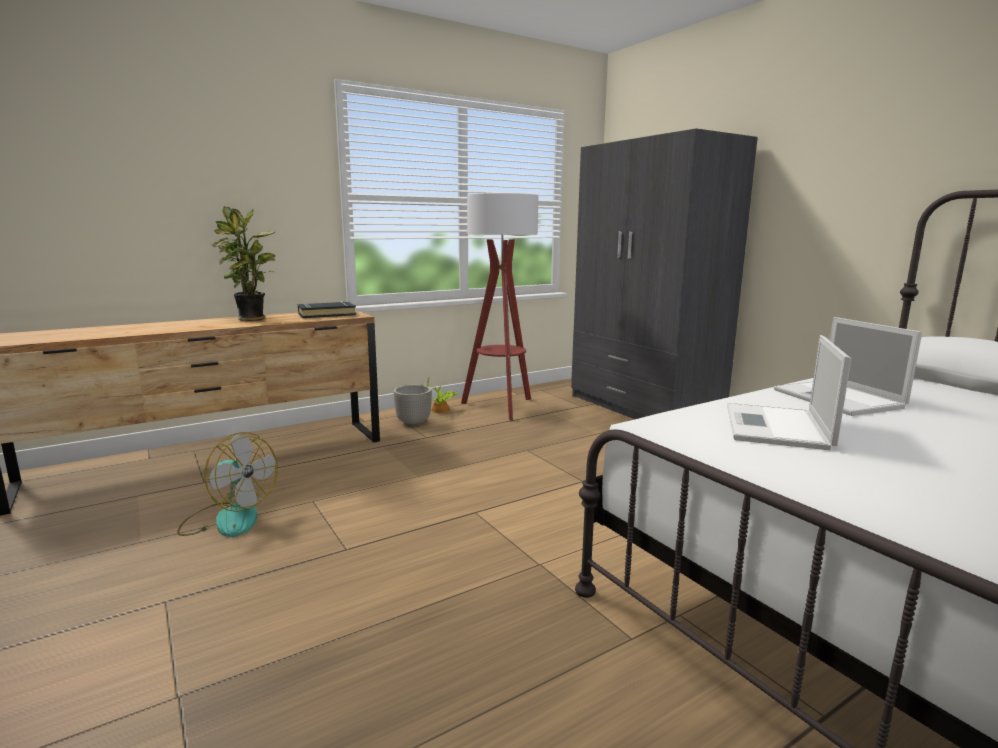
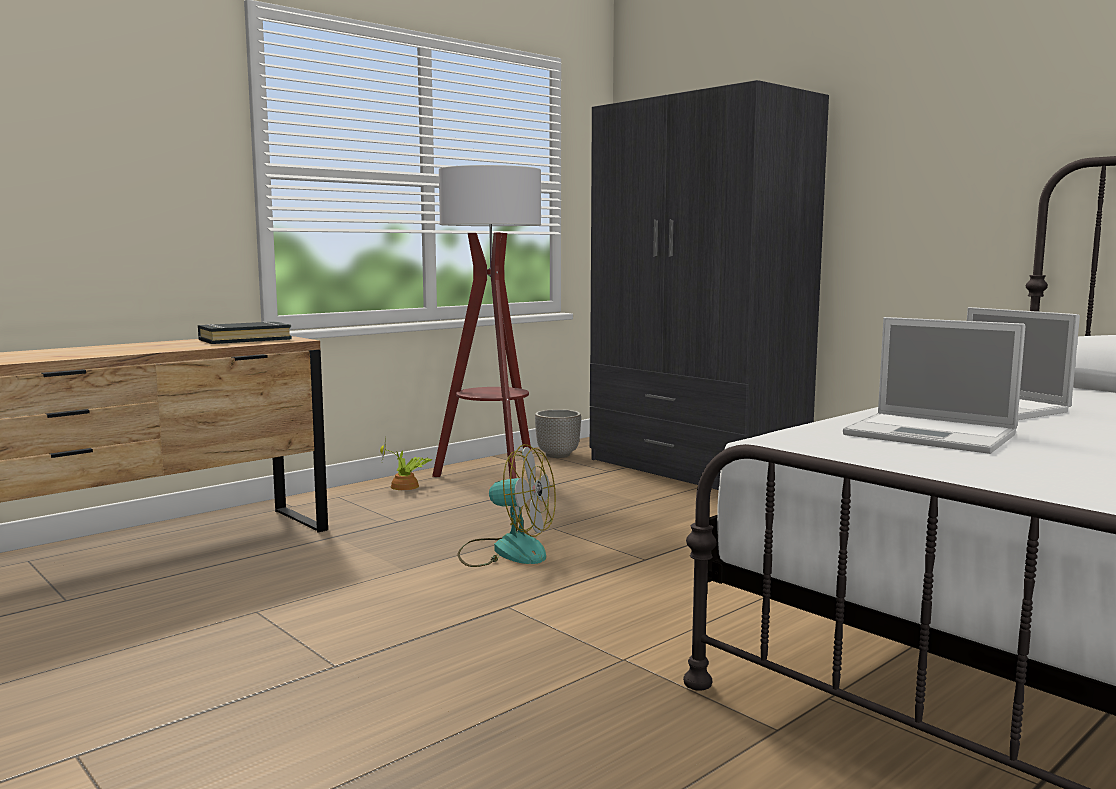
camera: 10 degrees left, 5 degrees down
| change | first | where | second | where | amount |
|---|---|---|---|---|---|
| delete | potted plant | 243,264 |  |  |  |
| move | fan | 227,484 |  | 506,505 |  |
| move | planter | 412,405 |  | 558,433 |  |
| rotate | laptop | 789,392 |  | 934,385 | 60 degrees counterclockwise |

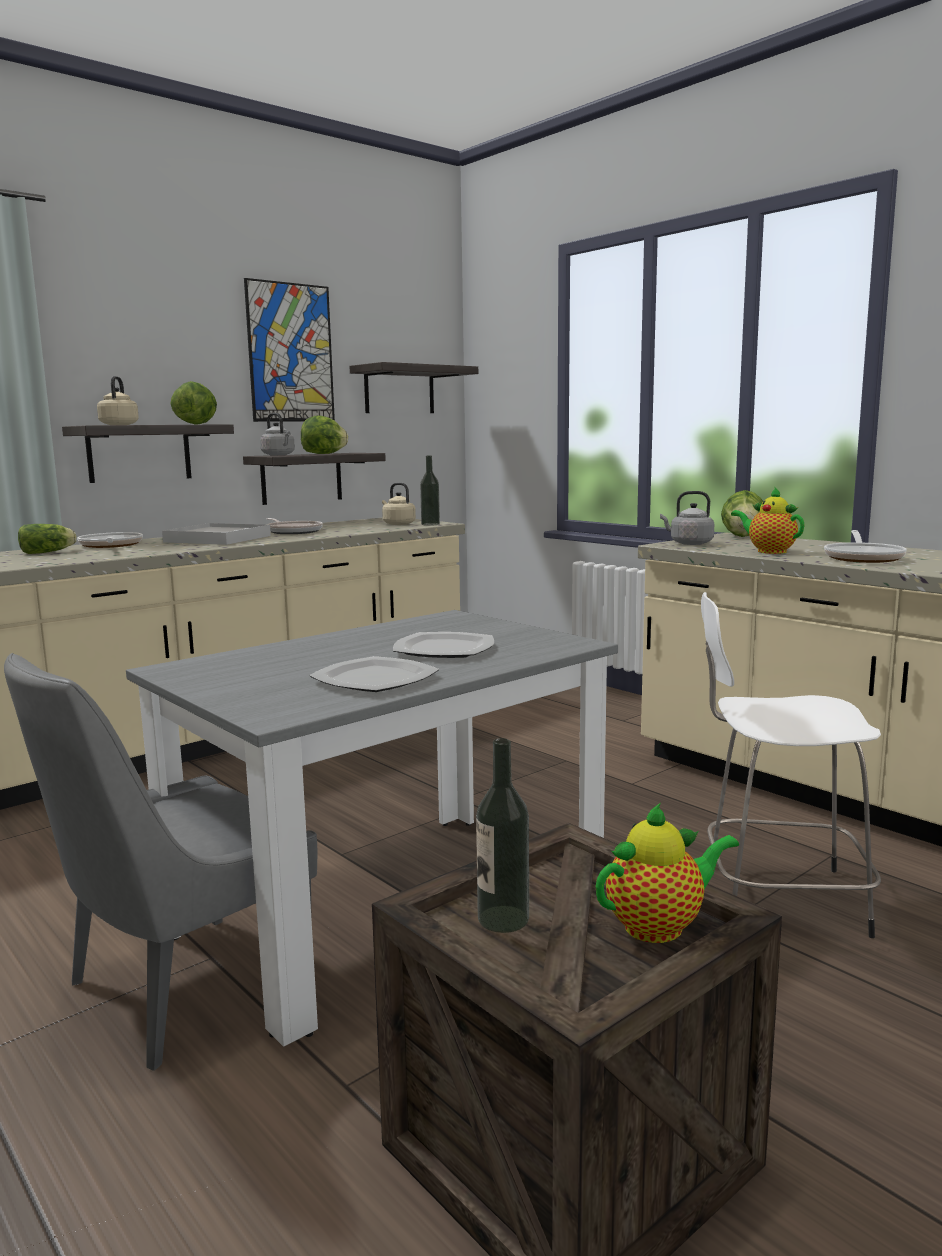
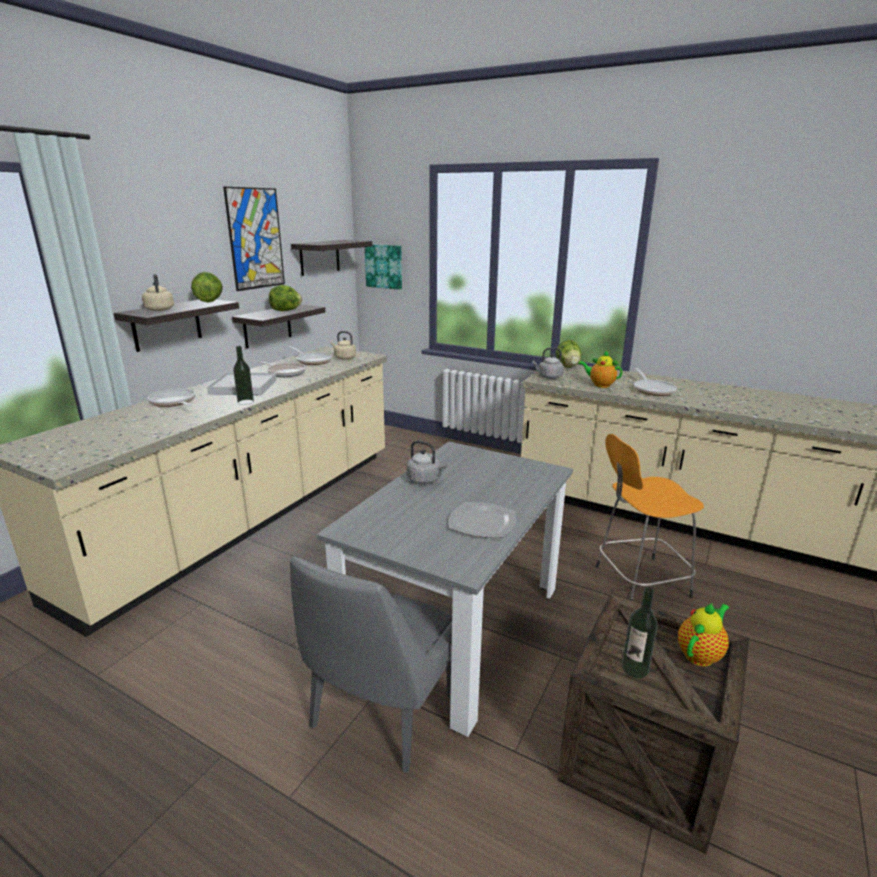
camera: 20 degrees left, 10 degrees up
| change | first | where | second | where | amount |
|---|---|---|---|---|---|
| delete | lettuce | 47,539 |  |  |  |
| delete | plate | 443,645 |  |  |  |
| insert |  |  | frying pan | 310,355 |  |
| insert |  |  | picture | 383,267 |  |
| move | grey kettle | 277,434 |  | 426,462 |  |
| move | bottle | 430,491 |  | 243,375 |  |
| recolor | white stool | 791,765 | orange stool | 650,517 |  |

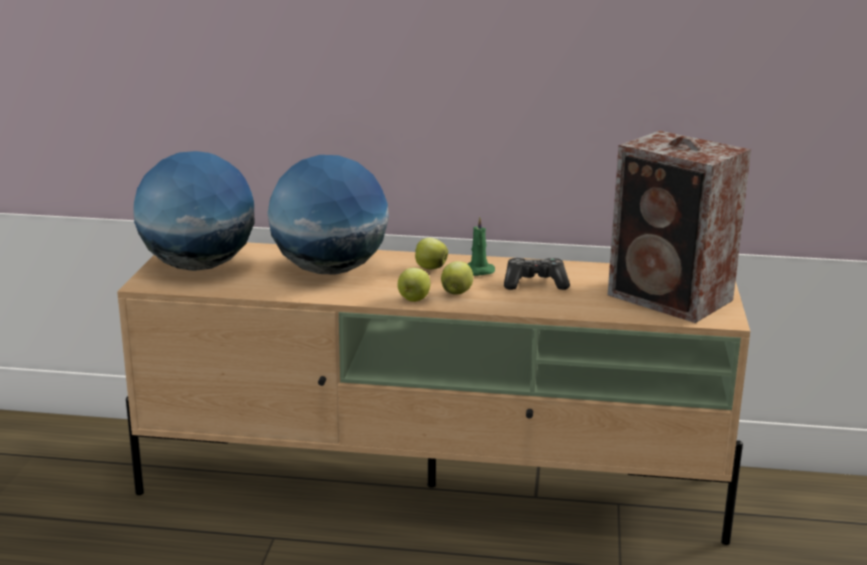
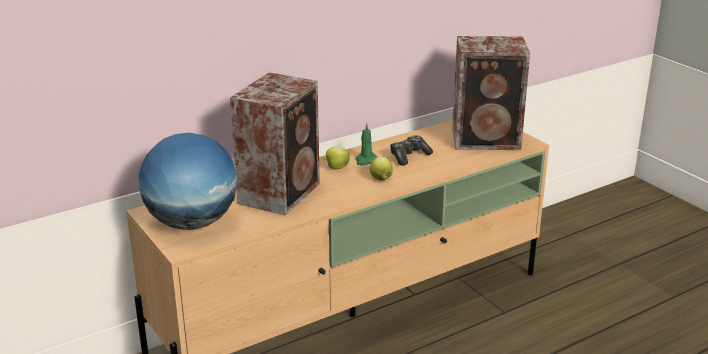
camera: 40 degrees left, 5 degrees up
| change | first | where | second | where | amount |
|---|---|---|---|---|---|
| delete | apple | 414,285 |  |  |  |
| replace | globe | 328,215 | speaker | 275,143 |  |

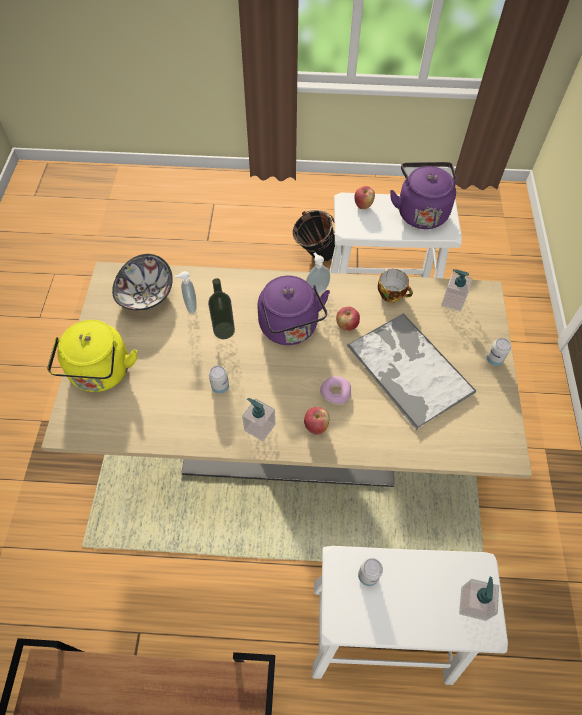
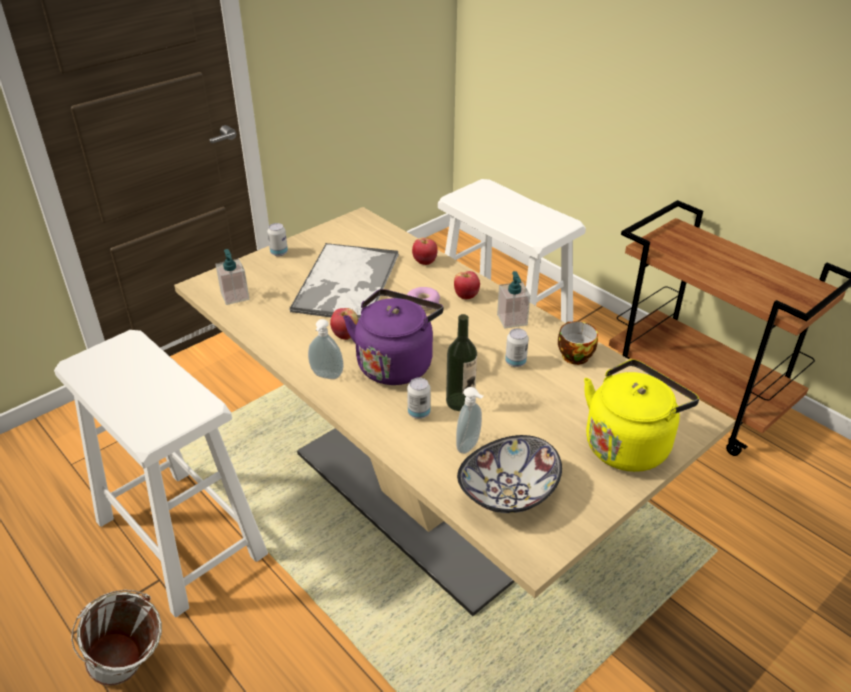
camera: 135 degrees left, 20 degrees down
| change | first | where | second | where | amount |
|---|---|---|---|---|---|
| delete | purple kettle | 423,195 |  |  |  |
| delete | soap dispenser | 479,599 |  |  |  |
| move | apple | 364,197 |  | 425,251 |  |
| move | can | 370,572 |  | 419,398 |  |
| move | cup | 395,286 |  | 578,343 |  |
| recolor | black bucket | 314,236 | white bucket | 116,638 |  |

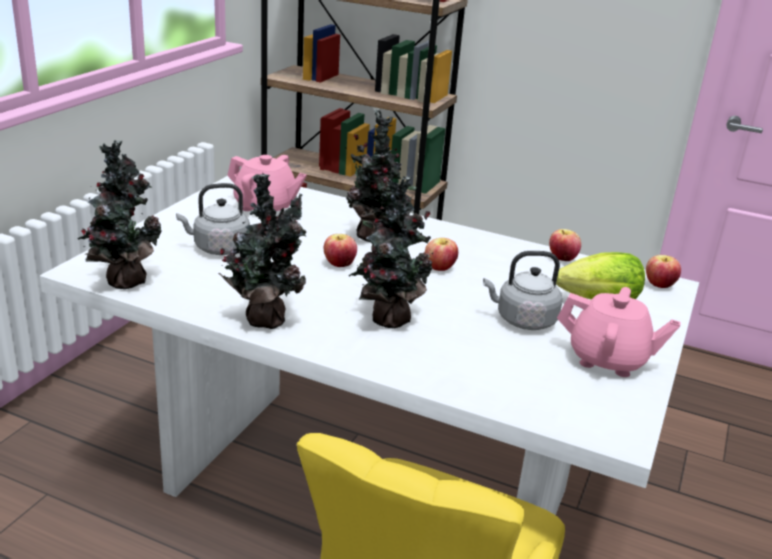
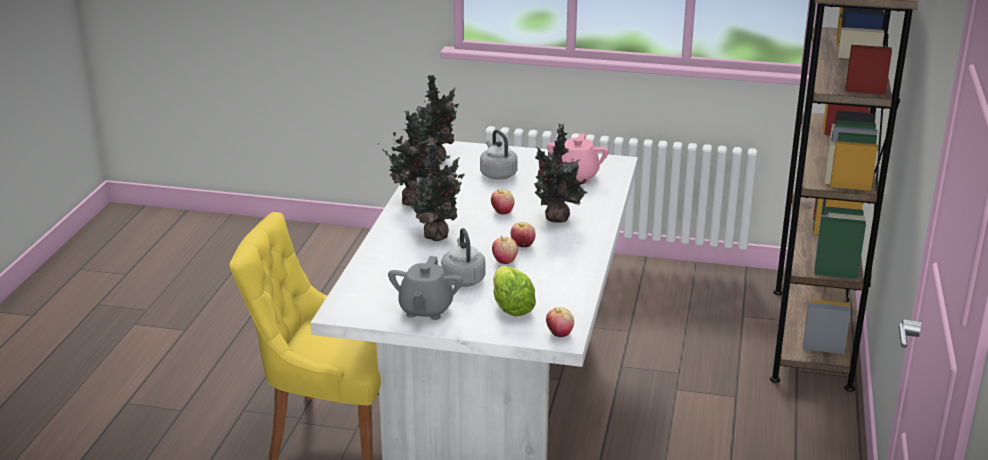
camera: 80 degrees right, 0 degrees up
| change | first | where | second | where | amount |
|---|---|---|---|---|---|
| move | apple | 565,245 |  | 505,250 |  |
| recolor | pink teapot | 619,332 | grey teapot | 425,288 |  |

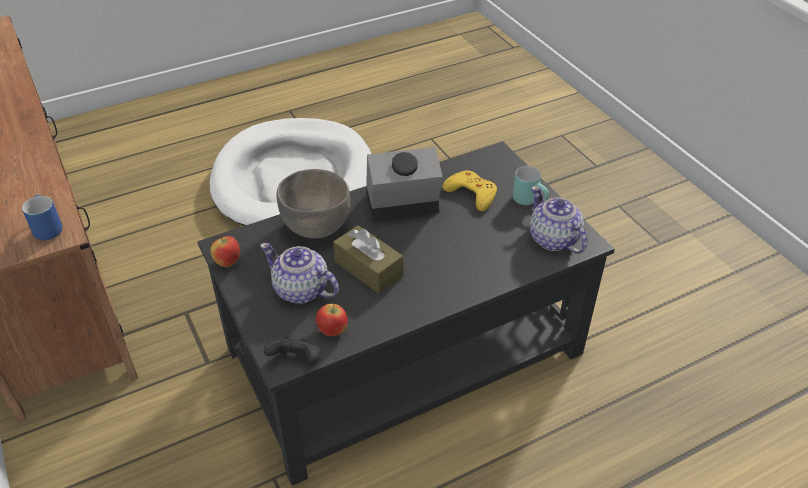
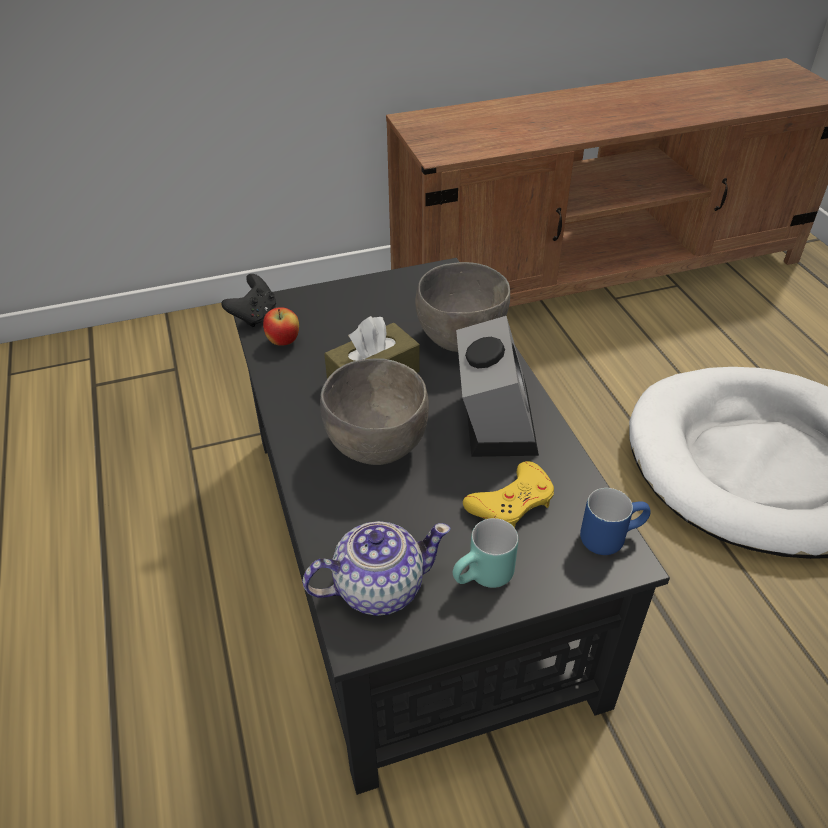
camera: 100 degrees right, 0 degrees up
| change | first | where | second | where | amount |
|---|---|---|---|---|---|
| delete | apple | 225,251 |  |  |  |
| delete | teapot | 299,273 |  |  |  |
| insert |  |  | grey bowl | 374,411 |  |
| move | blue mug | 42,217 |  | 615,521 |  |

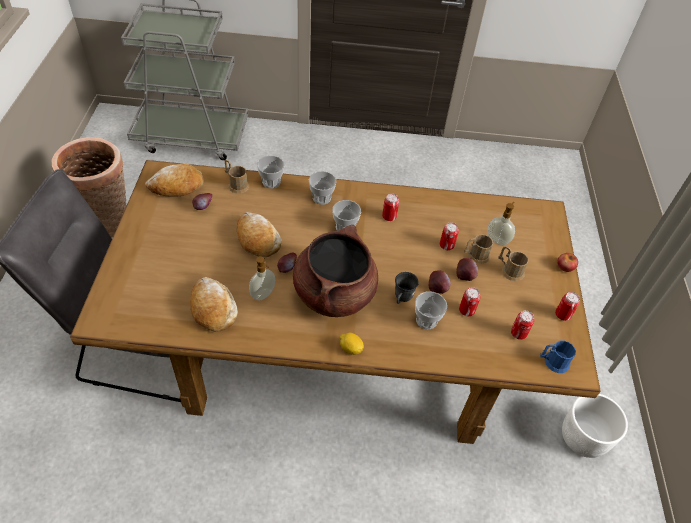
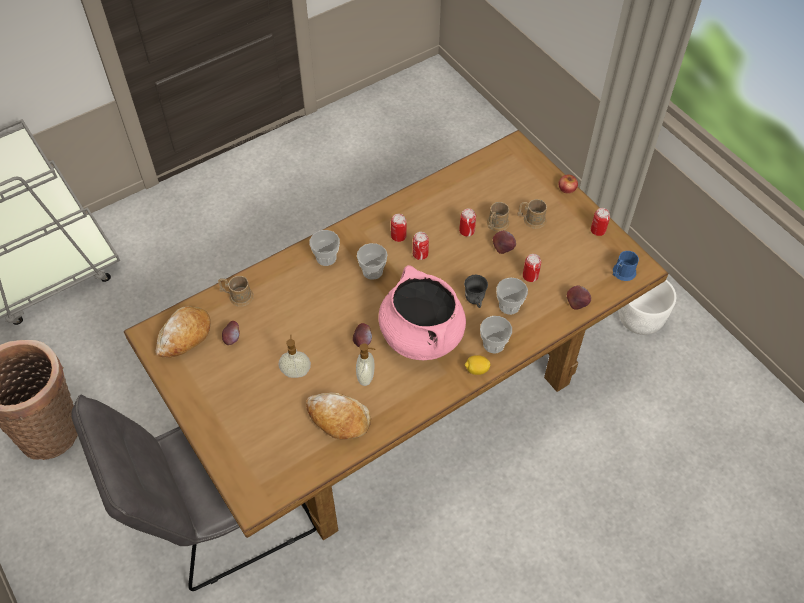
camera: 35 degrees left, 5 degrees up
| change | first | where | second | where | amount |
|---|---|---|---|---|---|
| delete | bread | 259,234 |  |  |  |
| move | cup | 271,172 |  | 496,335 |  |
| move | apple | 440,282 |  | 579,297 |  |
| move | soap dispenser | 501,224 |  | 295,356 |  |
| move | can | 522,325 |  | 421,246 |  |
| recolor | brown cooking pot | 335,271 | pink cooking pot | 422,312 |  |

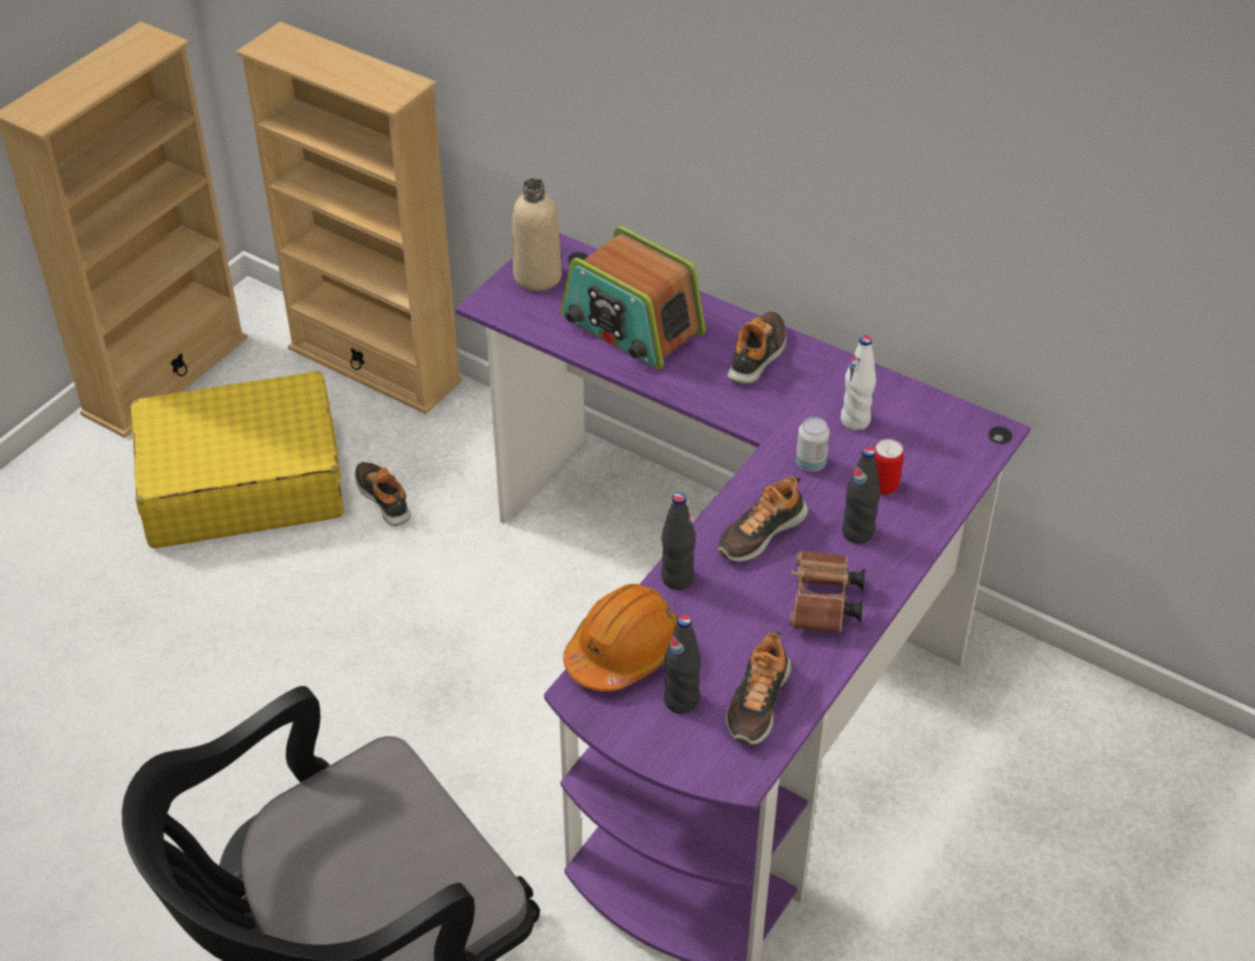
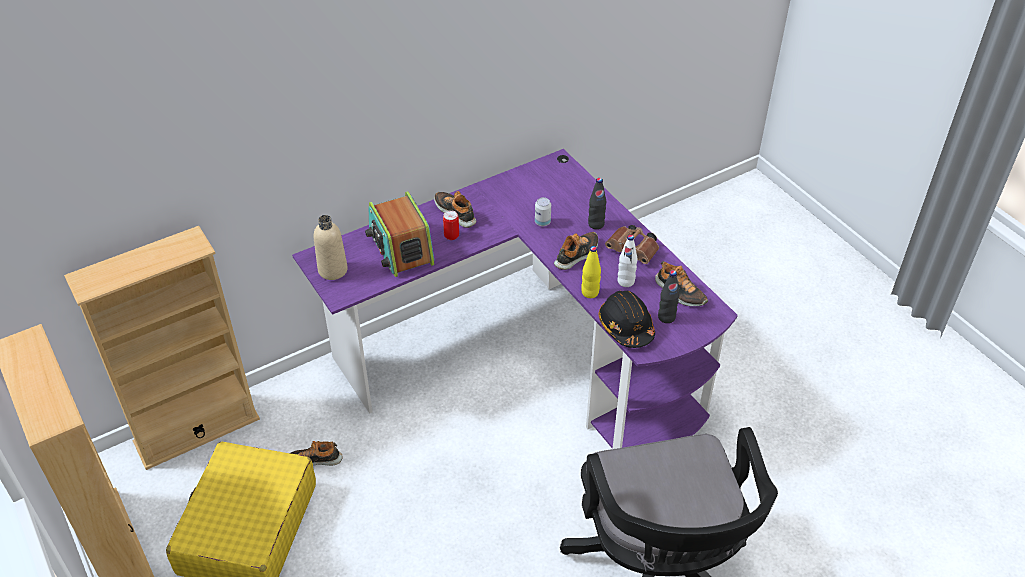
camera: 65 degrees left, 0 degrees up
| change | first | where | second | where | amount |
|---|---|---|---|---|---|
| move | white bottle | 858,383 |  | 627,261 |  |
| move | can | 889,467 |  | 451,225 |  |
| recolor | orange hard hat | 620,638 | black hard hat | 627,319 |  |
| recolor | black bottle | 678,541 | yellow bottle | 591,272 |  |
| rotate | radio | 633,297 |  | 399,234 | 90 degrees clockwise |
| rotate | shoe | 763,519 |  | 576,251 | 120 degrees counterclockwise |

